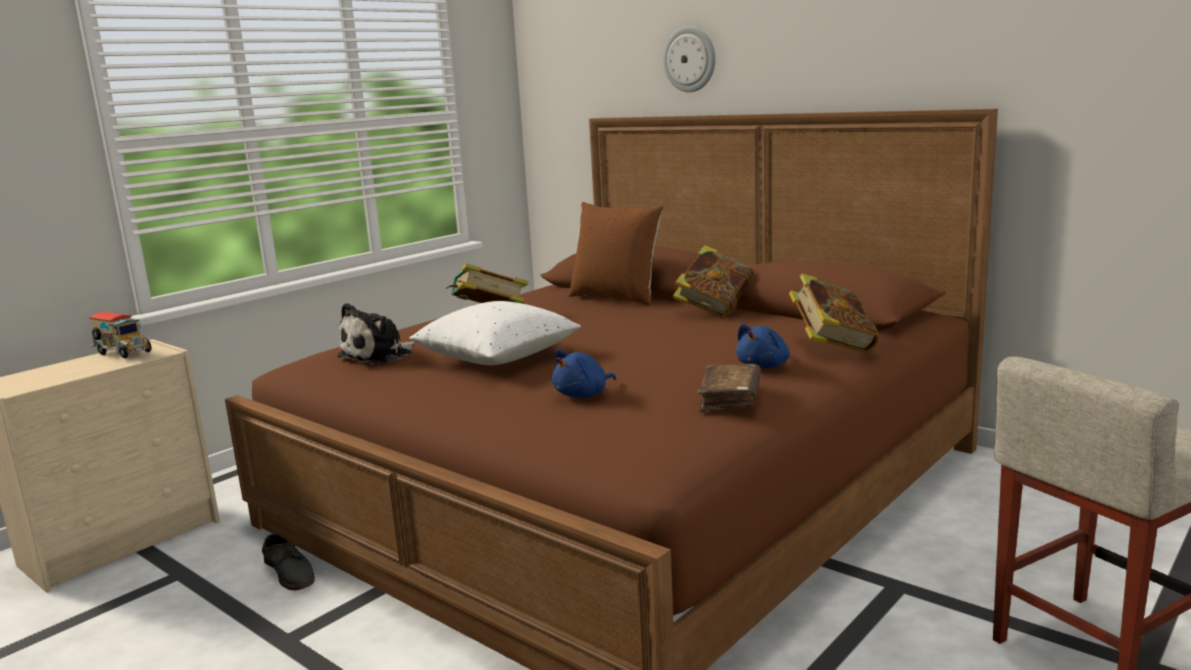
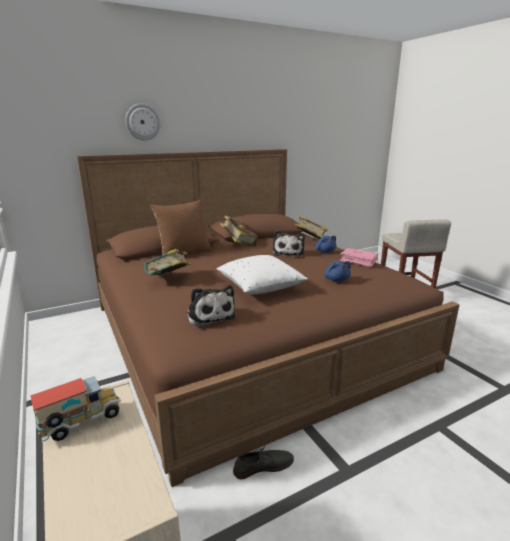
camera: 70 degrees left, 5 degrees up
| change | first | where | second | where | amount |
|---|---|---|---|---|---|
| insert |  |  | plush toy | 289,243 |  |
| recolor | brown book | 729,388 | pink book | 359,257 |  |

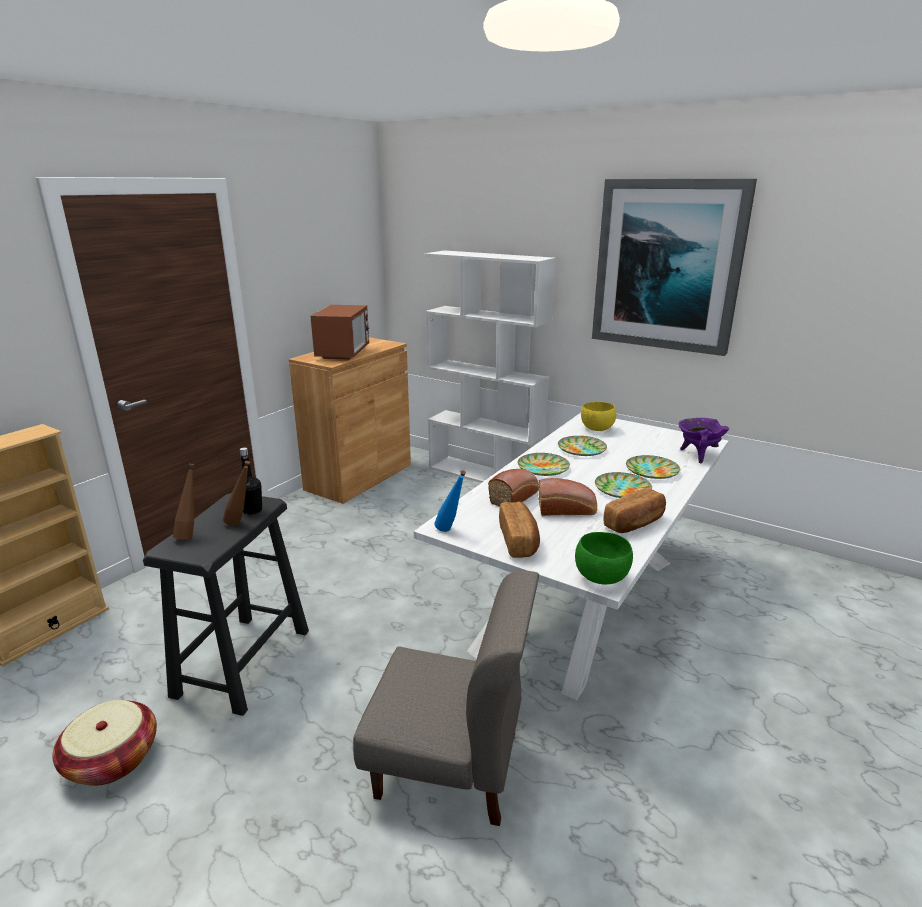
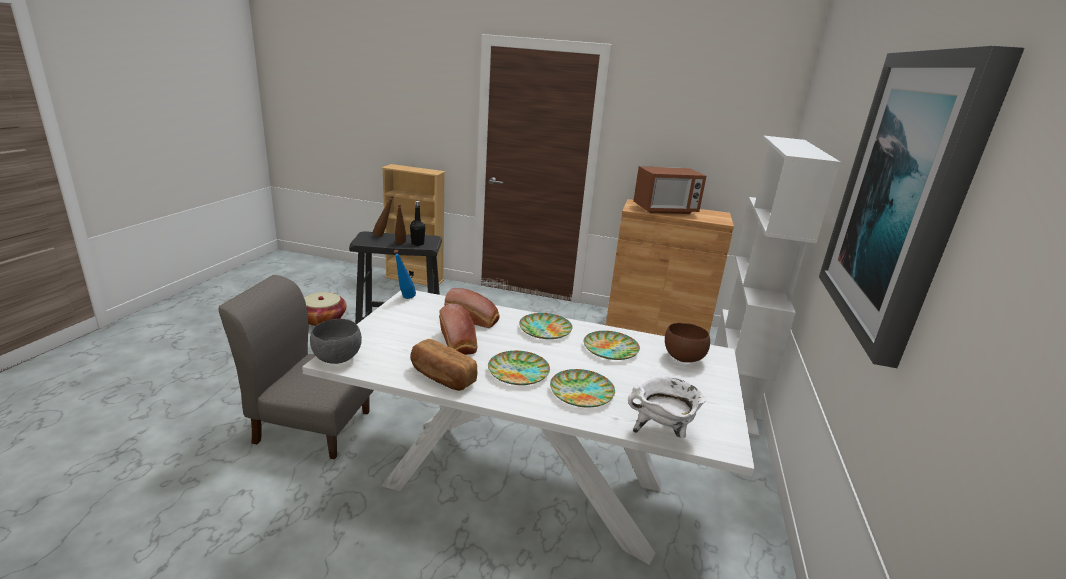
camera: 70 degrees right, 0 degrees up
| change | first | where | second | where | amount |
|---|---|---|---|---|---|
| delete | bread | 519,530 |  |  |  |
| recolor | green bowl | 604,558 | grey bowl | 336,341 |  |
| recolor | yellow bowl | 598,416 | brown bowl | 687,342 |  |
| recolor | purple cooking pot | 703,441 | white cooking pot | 667,407 |  |
| rotate | grey chair | 446,698 |  | 296,367 | 105 degrees clockwise |

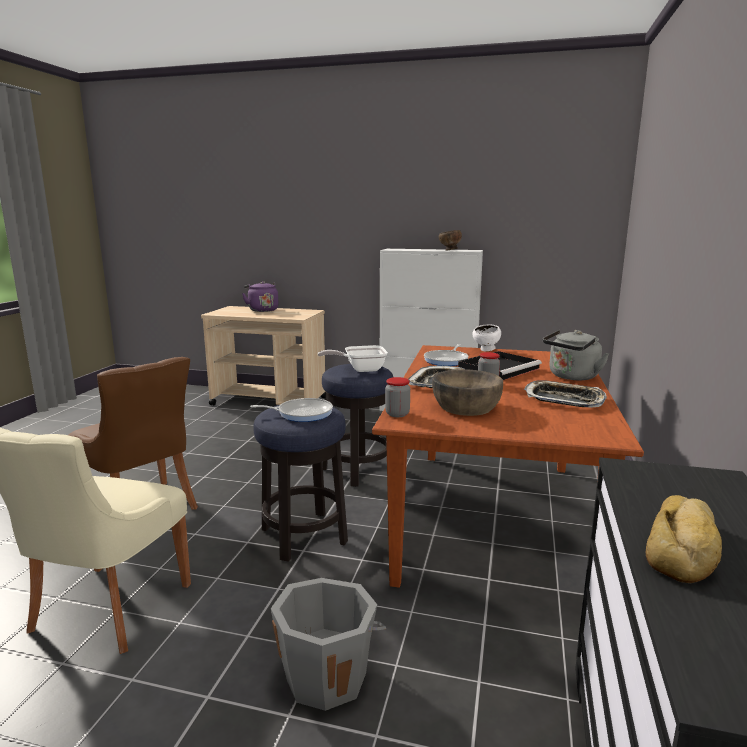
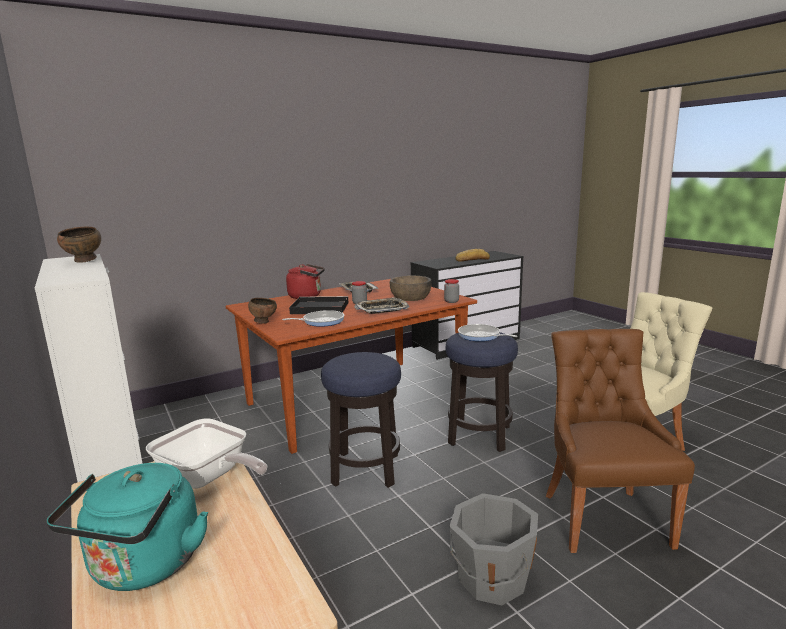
camera: 135 degrees left, 0 degrees up
| change | first | where | second | where | amount |
|---|---|---|---|---|---|
| move | grey bucket | 328,644 |  | 493,549 |  |
| move | frying pan | 353,358 |  | 206,453 |  |
| recolor | purple kettle | 260,296 | turquoise kettle | 127,527 |  |
| recolor | white bowl | 487,337 | brown bowl | 262,311 |  |
| recolor | grey kettle | 576,355 | red kettle | 305,281 |  |

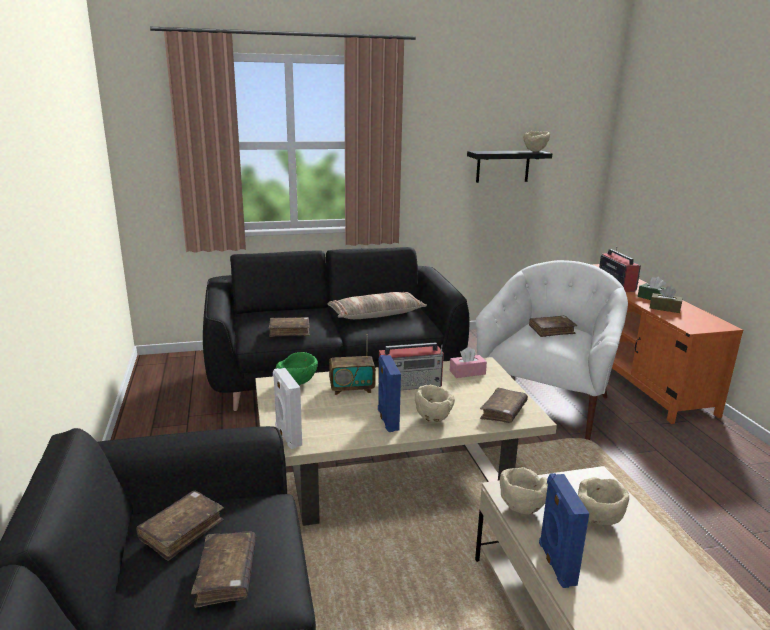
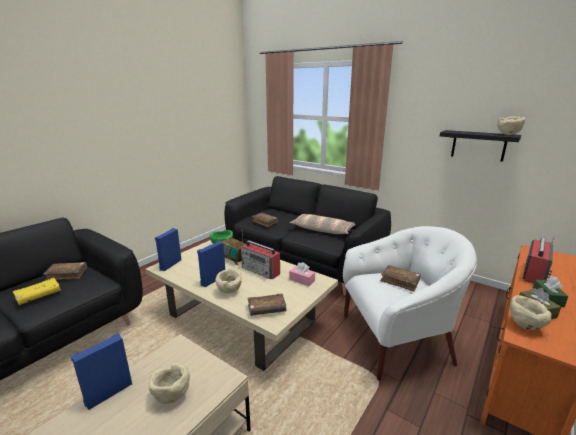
camera: 50 degrees right, 0 degrees up
| change | first | where | second | where | amount |
|---|---|---|---|---|---|
| move | beige bowl | 524,491 |  | 530,312 |  |
| recolor | brown book | 224,569 | yellow book | 37,291 |  |
| recolor | white speaker | 287,408 | blue speaker | 168,249 |  |

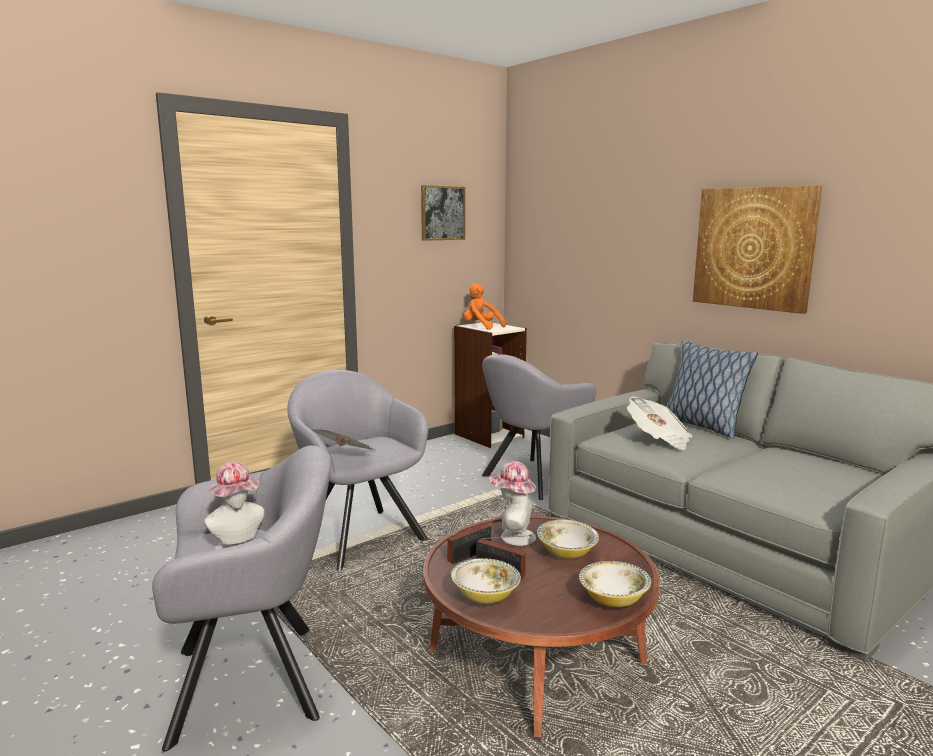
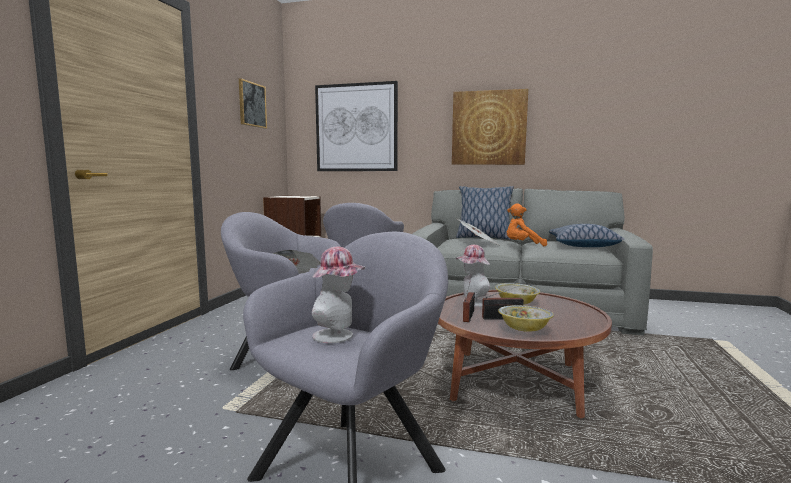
camera: 35 degrees left, 5 degrees down
| change | first | where | second | where | amount |
|---|---|---|---|---|---|
| delete | bowl | 615,584 |  |  |  |
| insert |  |  | picture | 356,126 |  |
| insert |  |  | pillow | 586,235 |  |
| move | orange plush toy | 485,306 |  | 527,224 |  |

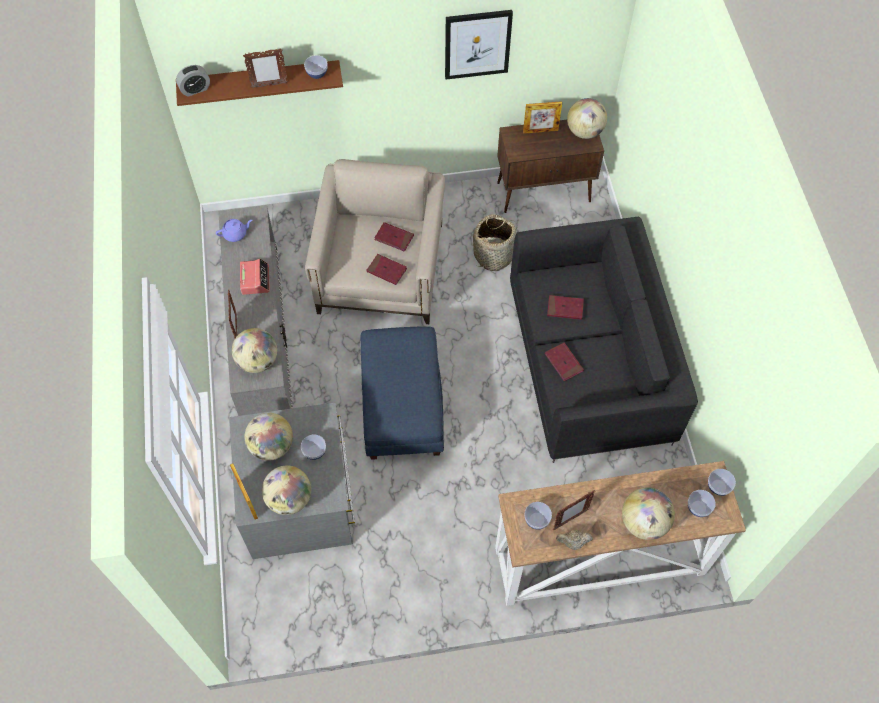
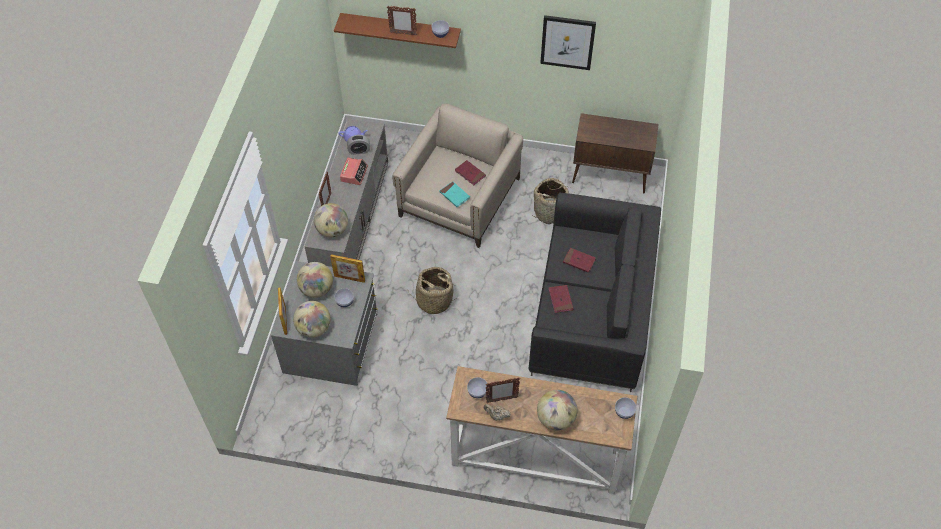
camera: 20 degrees right, 5 degrees down
| change | first | where | second | where | amount |
|---|---|---|---|---|---|
| delete | globe | 587,118 |  |  |  |
| delete | bowl | 702,503 |  |  |  |
| move | alarm clock | 193,81 |  | 358,145 |  |
| move | picture frame | 542,117 |  | 347,268 |  |
| replace | blue ottoman | 402,393 | basket | 432,290 |  |
| recolor | red book | 386,269 | turquoise book | 454,194 |  |

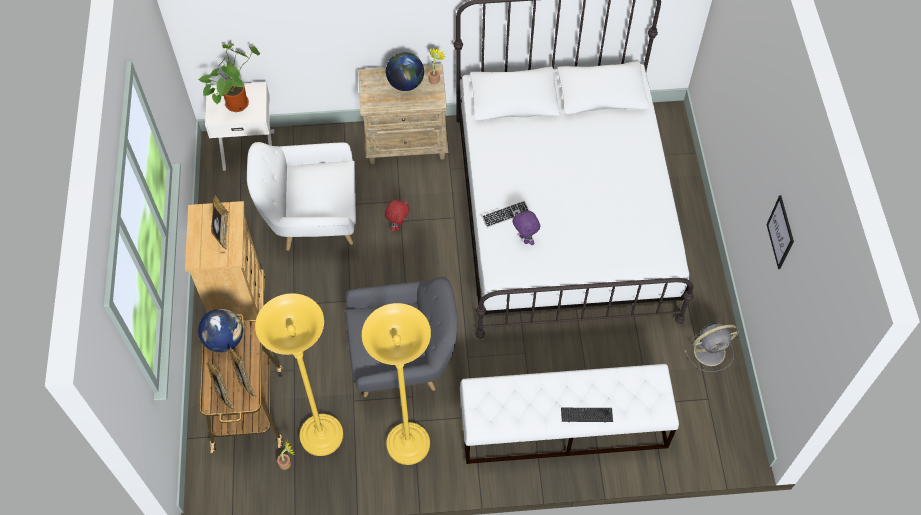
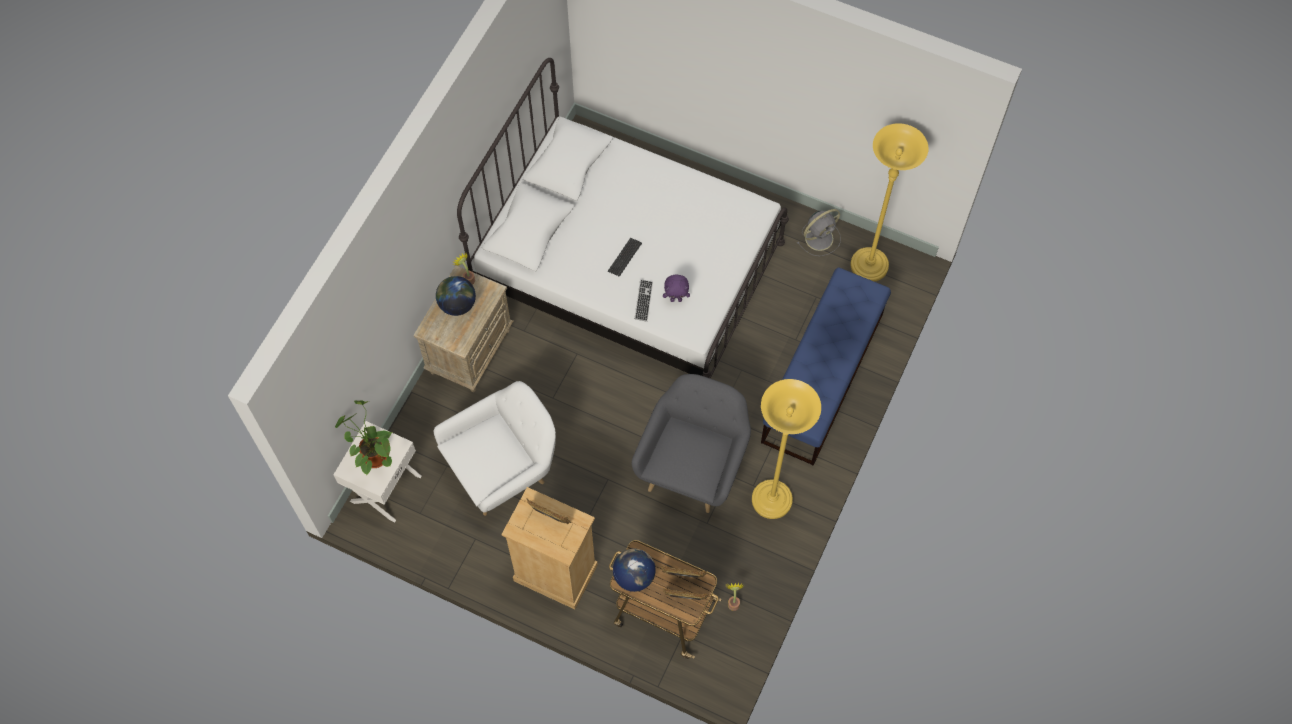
camera: 60 degrees left, 5 degrees up
| change | first | where | second | where | amount |
|---|---|---|---|---|---|
| delete | red plush toy | 397,216 |  |  |  |
| delete | picture | 780,232 |  |  |  |
| move | yellow floor lamp | 299,374 |  | 889,202 |  |
| move | keyboard | 587,415 |  | 625,257 |  |
| recolor | white bench | 569,414 | blue bench | 826,366 |  |
| rotate | white armchair | 301,196 |  | 494,448 | 150 degrees counterclockwise |
| rotate | grey fan | 711,347 |  | 819,232 | 45 degrees clockwise |

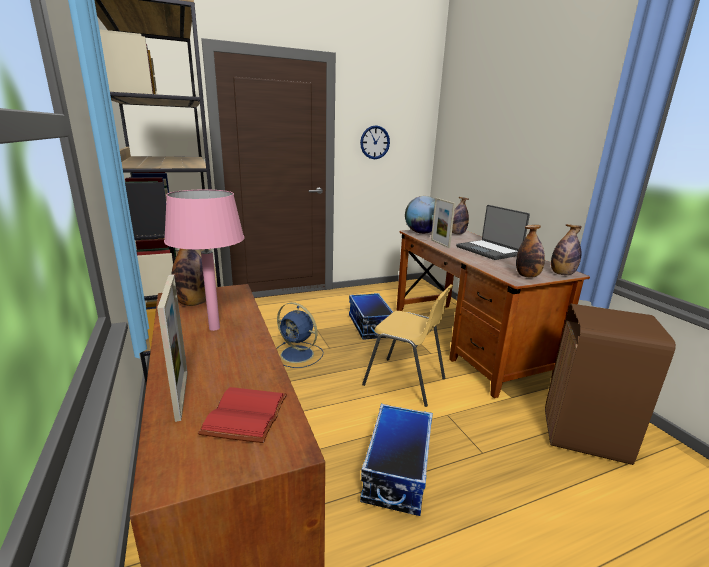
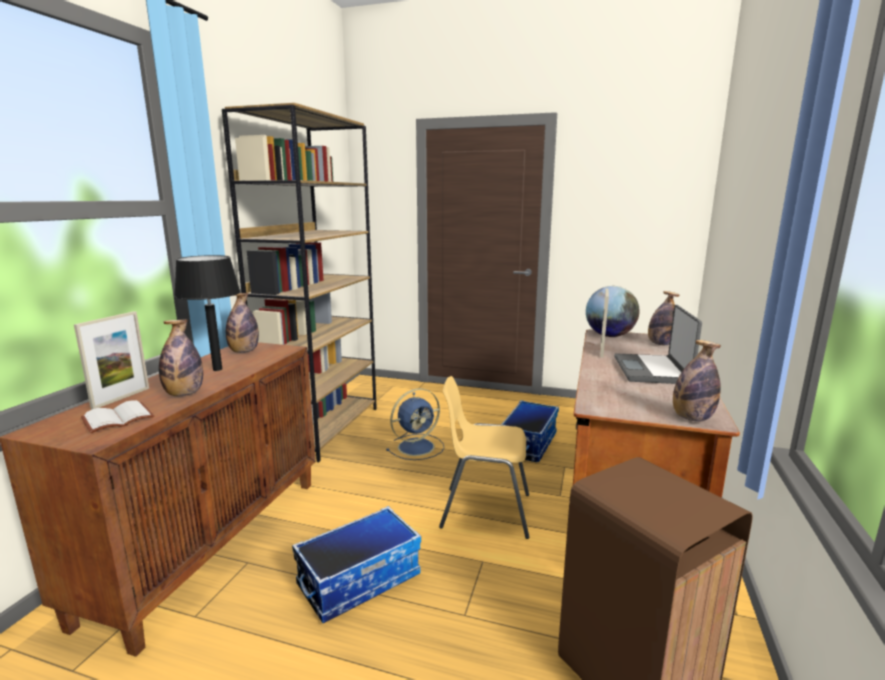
camera: 40 degrees right, 5 degrees down
| change | first | where | second | where | amount |
|---|---|---|---|---|---|
| delete | wall clock | 375,142 |  |  |  |
| move | bottle | 530,251 |  | 181,357 |  |
| recolor | pink table lamp | 204,260 | black table lamp | 207,313 |  |
| recolor | red book | 242,415 | white book | 117,416 |  |
| rotate | blue fan | 299,335 |  | 415,424 | 105 degrees counterclockwise |
| rotate | yellow chair | 407,345 |  | 484,457 | 120 degrees clockwise |

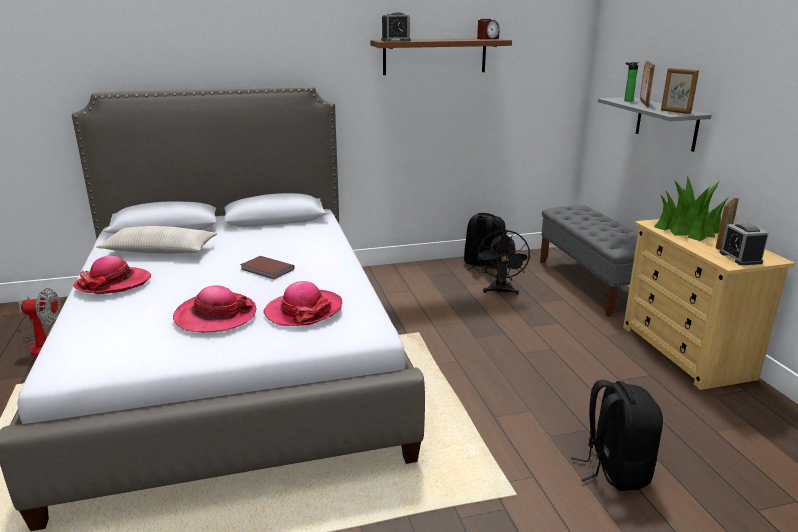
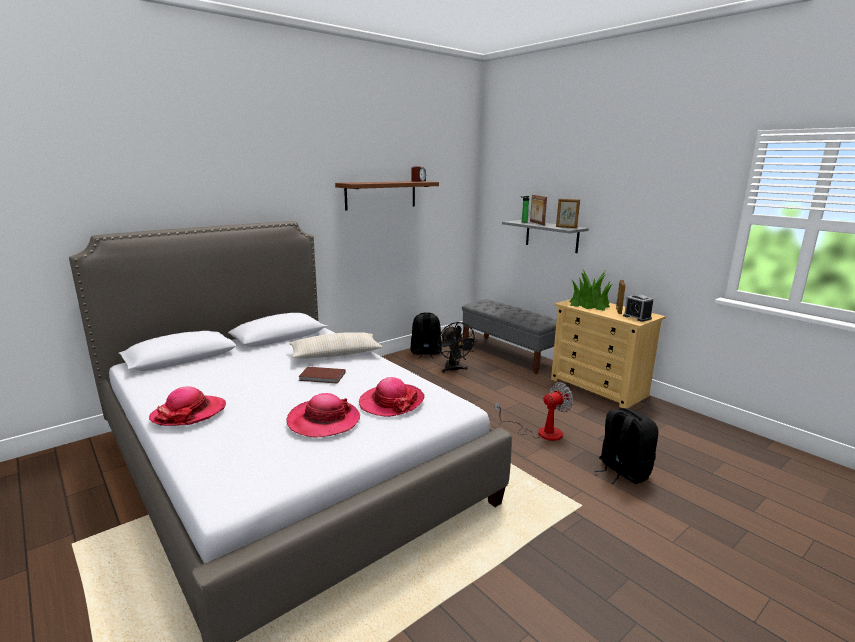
camera: 25 degrees left, 5 degrees down
| change | first | where | second | where | amount |
|---|---|---|---|---|---|
| delete | alarm clock | 396,26 |  |  |  |
| move | fan | 39,322 |  | 534,411 |  |
| move | beige pillow | 156,240 |  | 335,345 |  |

